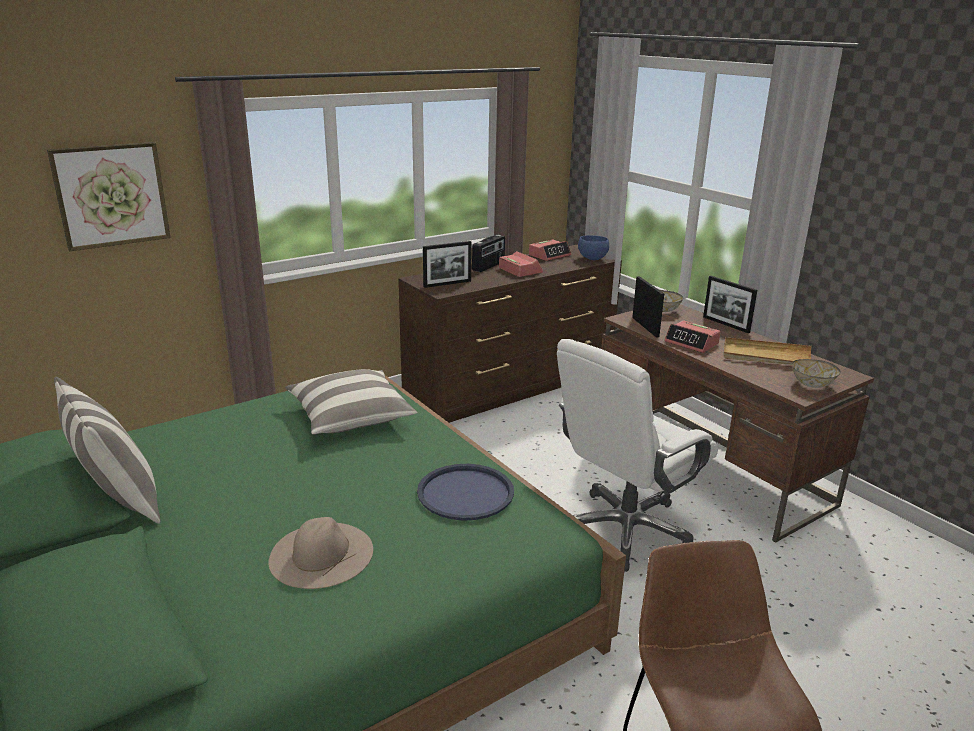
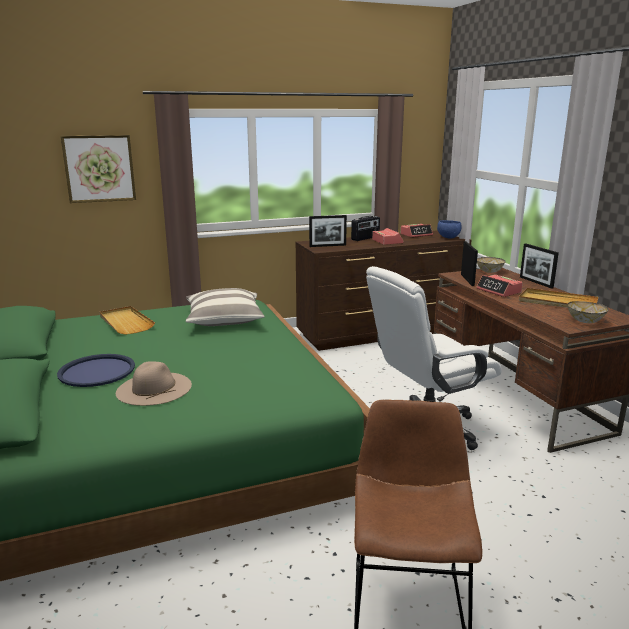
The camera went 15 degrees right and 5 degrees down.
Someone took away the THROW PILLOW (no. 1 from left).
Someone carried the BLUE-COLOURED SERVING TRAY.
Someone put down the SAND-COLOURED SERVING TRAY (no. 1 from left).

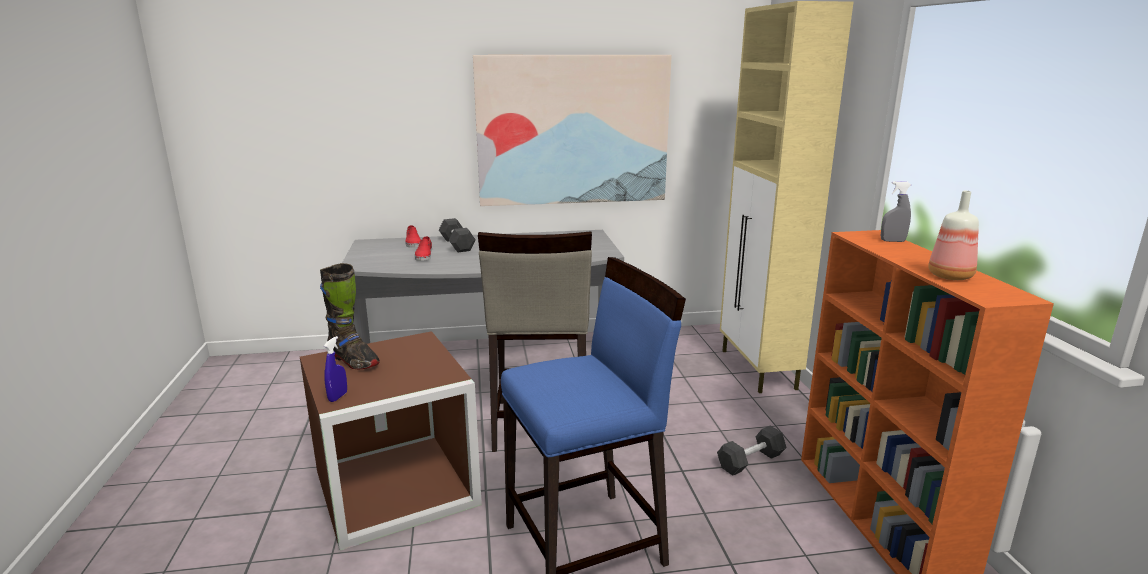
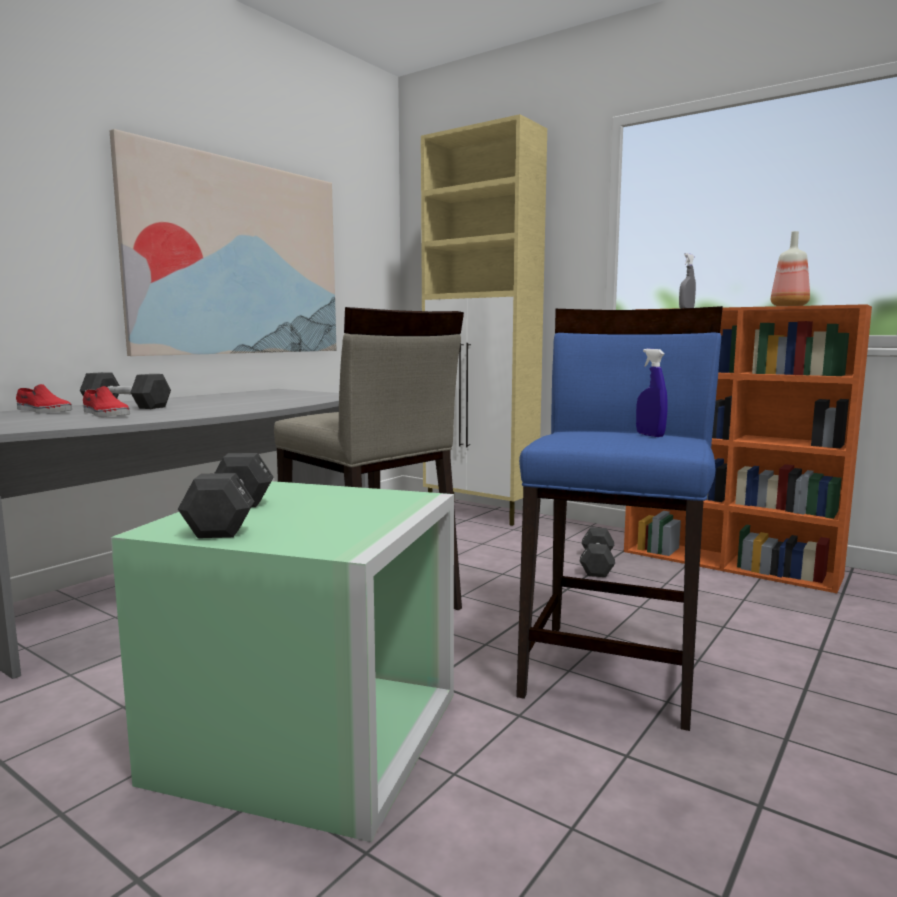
The camera went 45 degrees left and 10 degrees down.
Someone repainted the BROWNISH STORAGE BIN, which became the GREENISH STORAGE BIN.
Someone swapped the BLACK-COLOURED HIGH-TOP BOOT for the BLACK-COLOURED FREE WEIGHT (no. 2 from left).
Someone carried the BLUE-COLOURED SPRAYER.

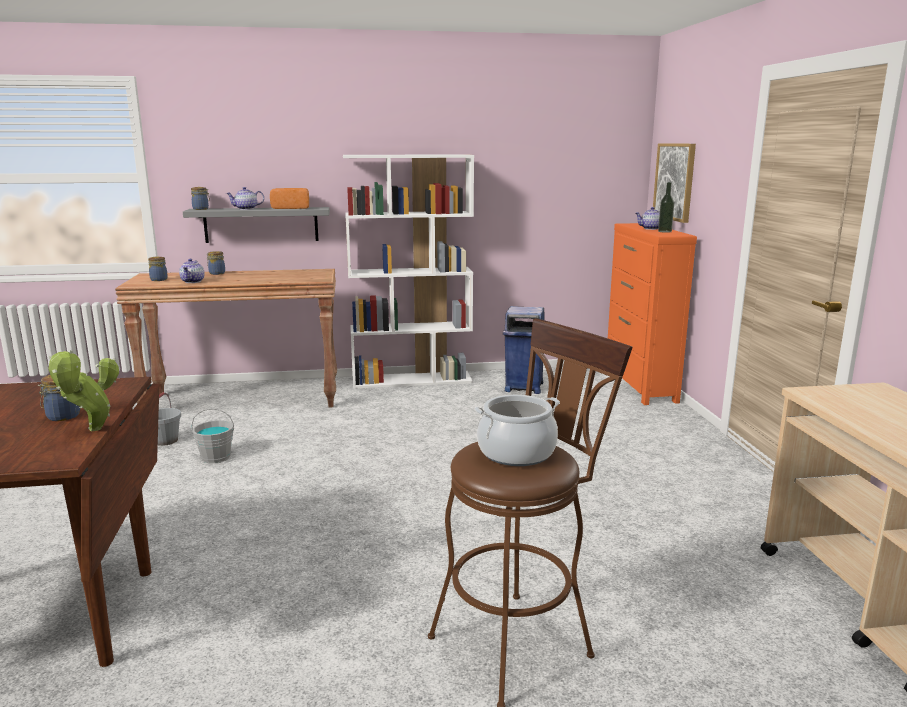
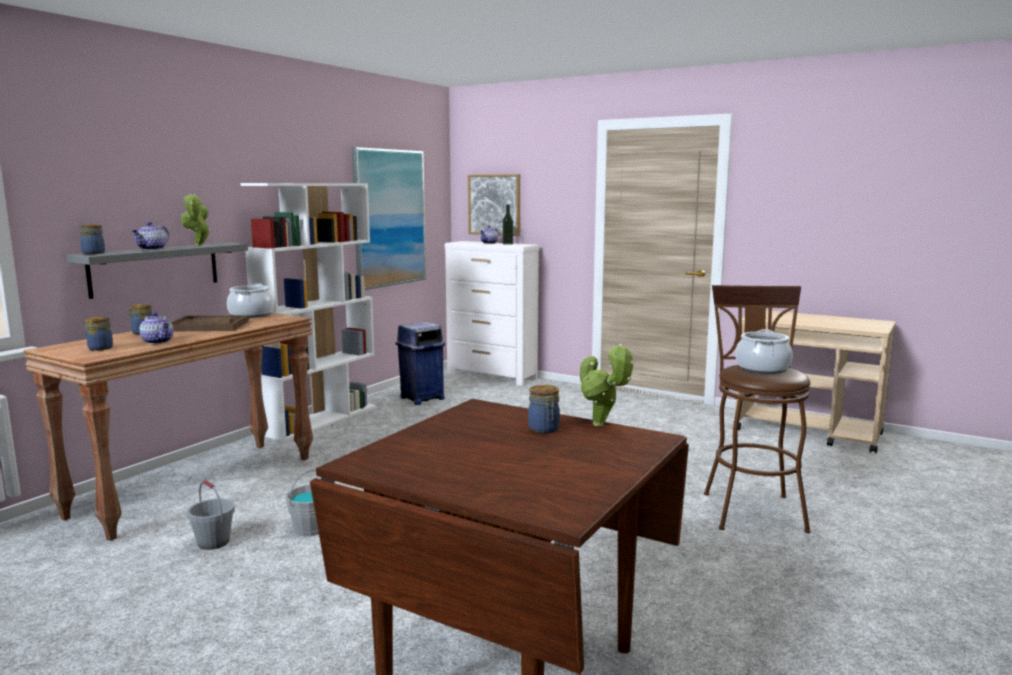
The camera went 50 degrees left and 5 degrees down.
Someone swapped the BAKERY BREAD for the PLANT IN A POT (no. 1 from left).
Someone repainted the ORANGEY CHEST OF DRAWERS, which became the WHITE CHEST OF DRAWERS.
Someone put down the BROWNISH SERVING TRAY.
Someone put down the STOCKPOT (no. 1 from left).
Someone put up the WALL PICTURE (no. 1 from left).

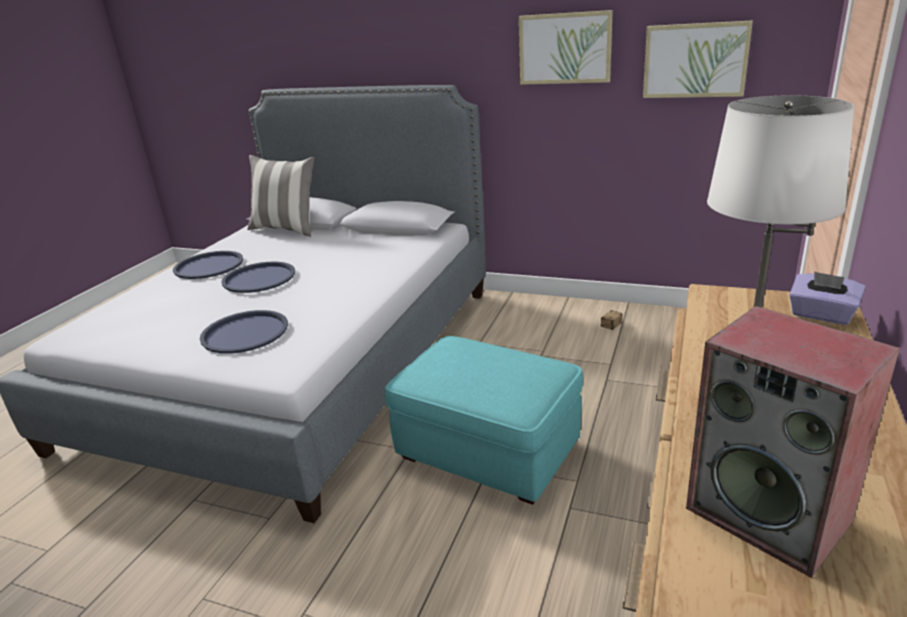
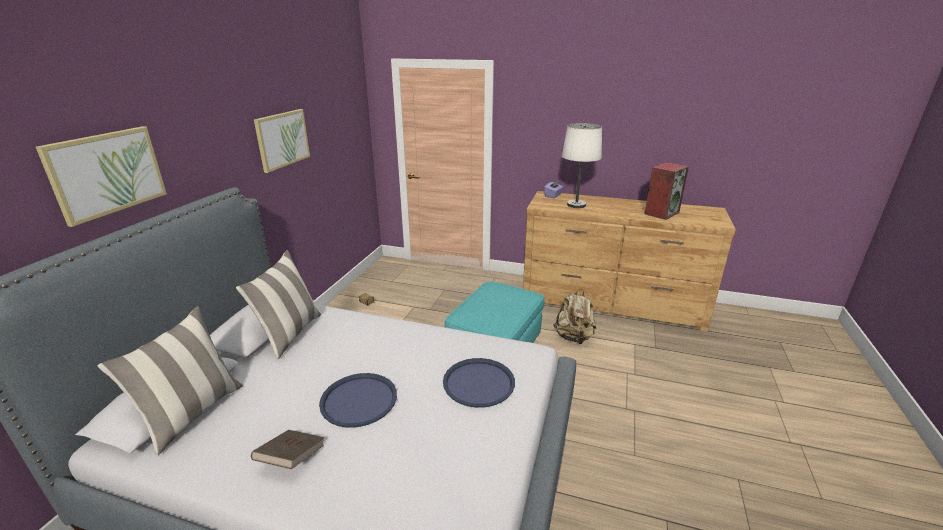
The camera went 95 degrees left and 0 degrees up.
Someone swapped the BLUE-COLOURED SERVING TRAY (no. 1 from left) for the BROWNISH BOOK.
Someone carried the WALL PICTURE (no. 2 from left in the first image).
Someone put down the THROW PILLOW (no. 2 from left).
Someone put down the SAND-COLOURED RUCKSACK.

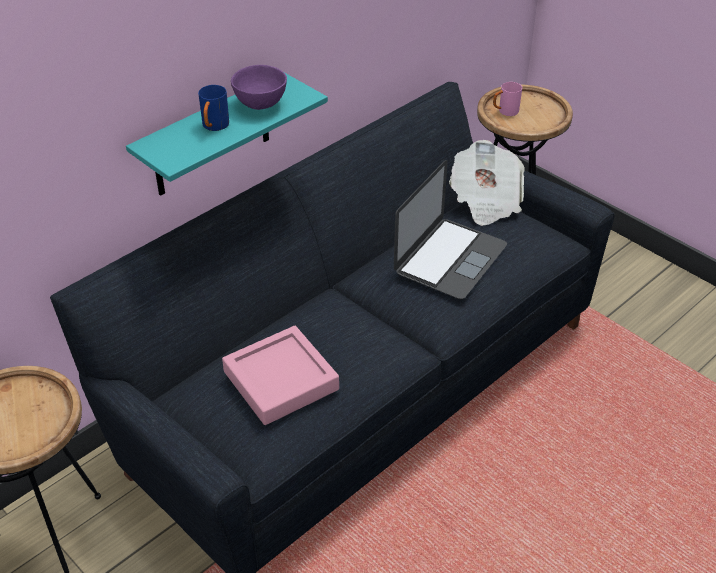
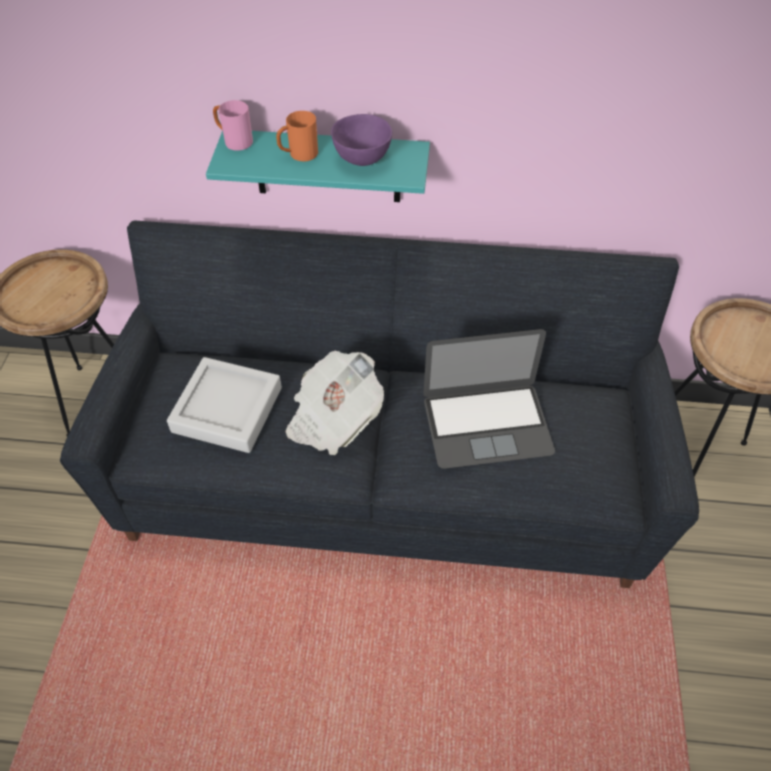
The camera went 50 degrees right and 10 degrees up.
Someone repainted the BLUE-COLOURED MUG, which became the ORANGEY MUG.
Someone repainted the PINK-COLOURED SERVING TRAY, which became the GREY SERVING TRAY.
Someone carried the PRINTED PAPER.
Someone carried the PINK-COLOURED MUG.

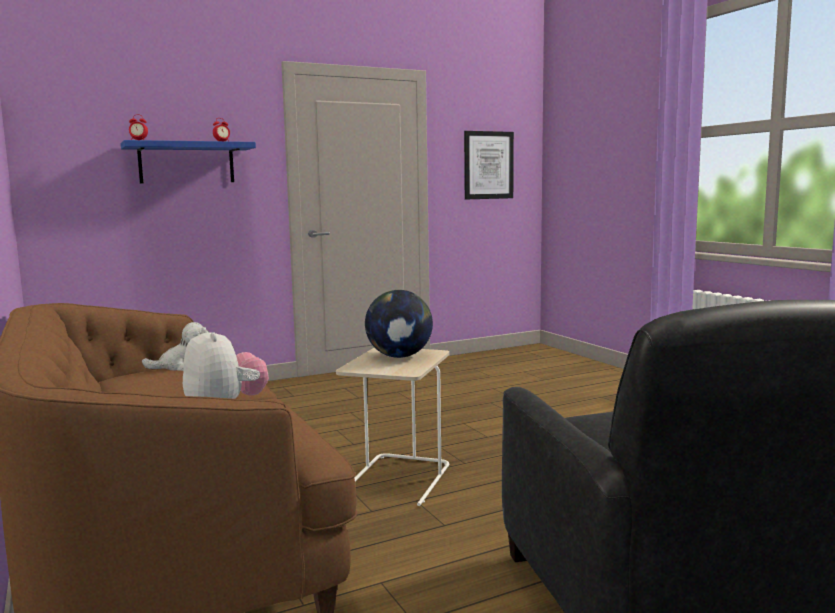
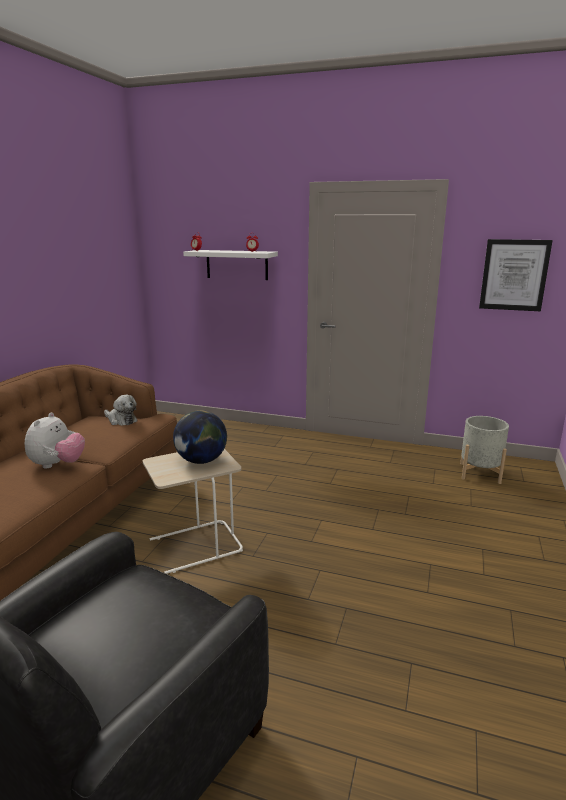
The camera went 45 degrees right and 10 degrees up.
Someone repainted the BLUE-COLOURED WALL SHELF, which became the WHITE WALL SHELF.
Someone put down the GREY PLANT POT.

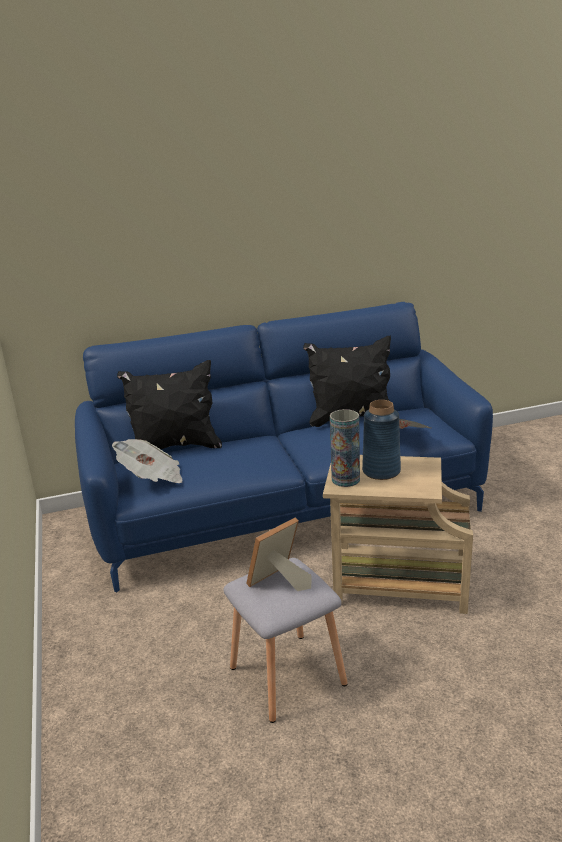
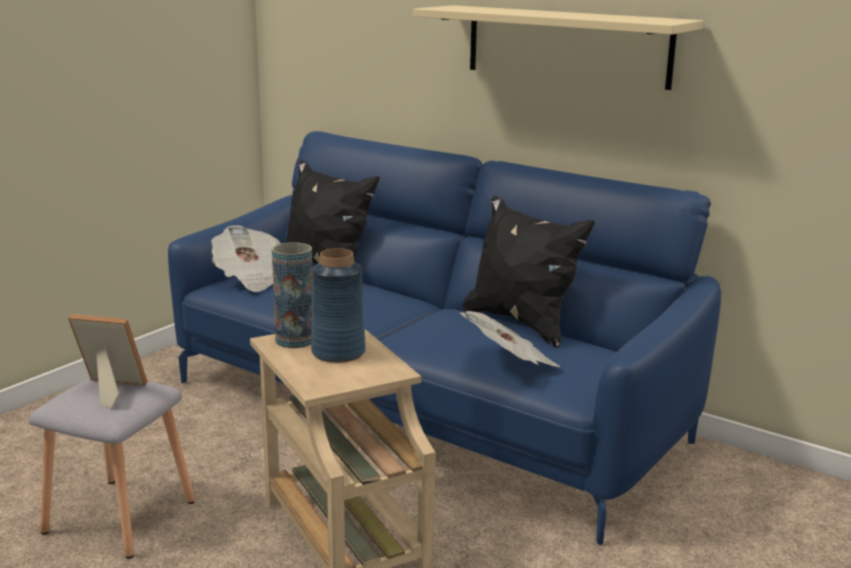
The camera went 50 degrees right and 5 degrees down.
Someone put up the SAND-COLOURED WALL SHELF.

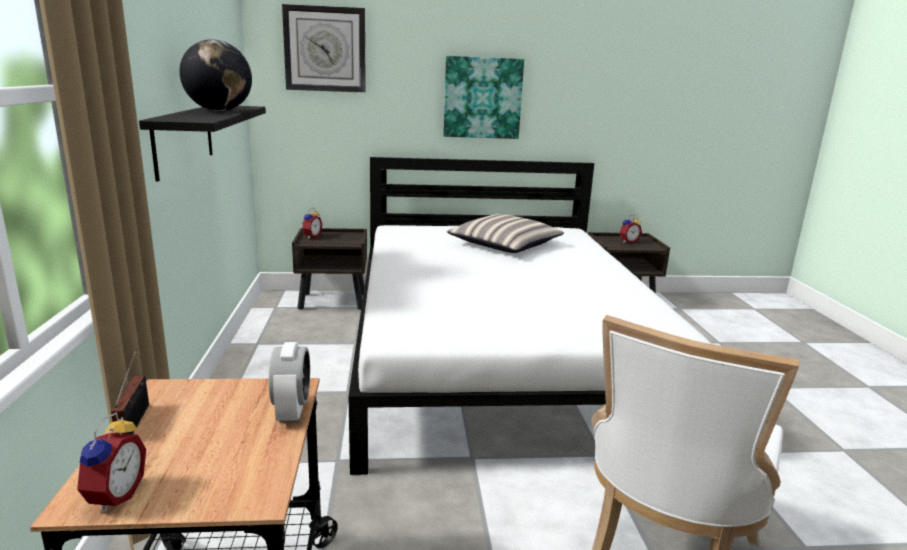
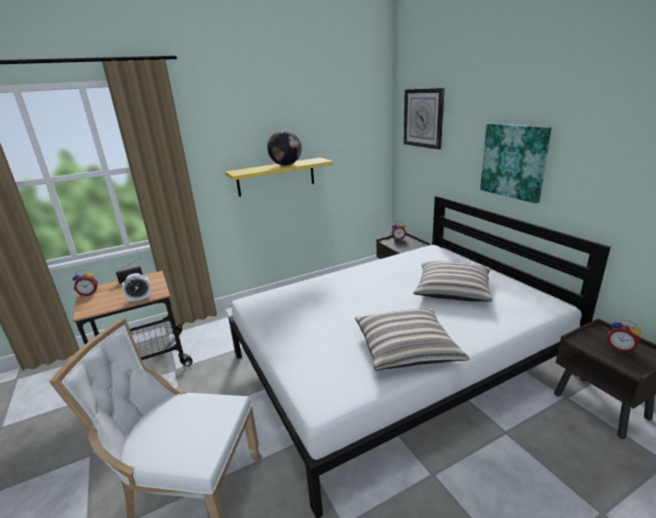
The camera went 70 degrees right and 5 degrees up.
Someone repainted the BLACK-COLOURED WALL SHELF, which became the YELLOWISH WALL SHELF.
Someone put down the THROW PILLOW (no. 1 from left).

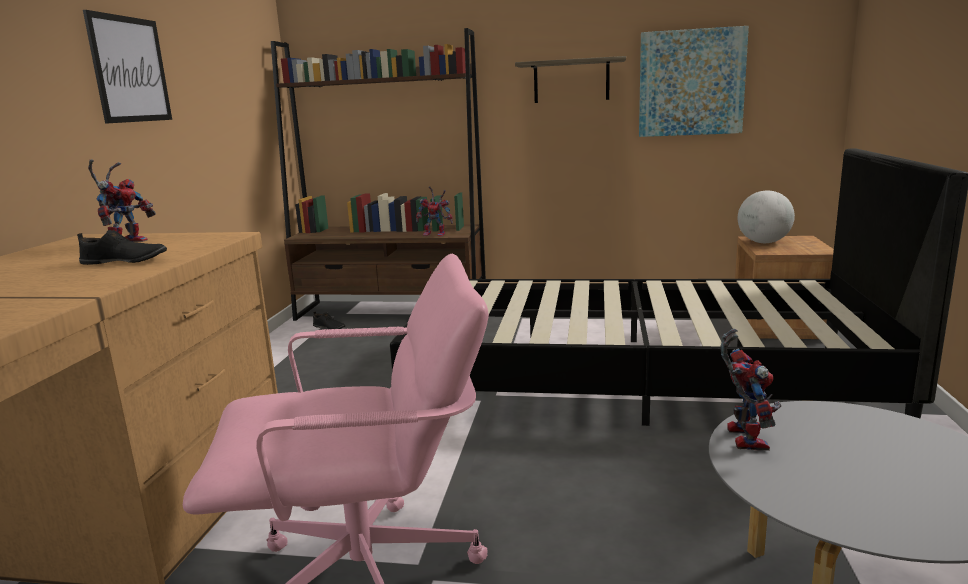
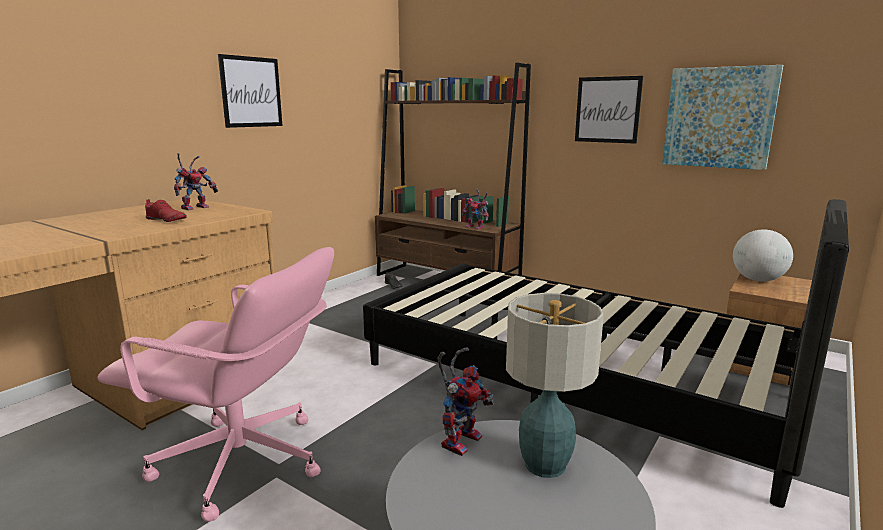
The camera went 25 degrees right and 0 degrees up.
Someone repainted the BLACK-COLOURED ITEM OF FOOTWEAR (no. 1 from left), which became the RED-COLOURED ITEM OF FOOTWEAR.
Someone swapped the WALL SHELF for the WALL PICTURE (no. 2 from left).
Someone put down the LAMP FOR A TABLE.

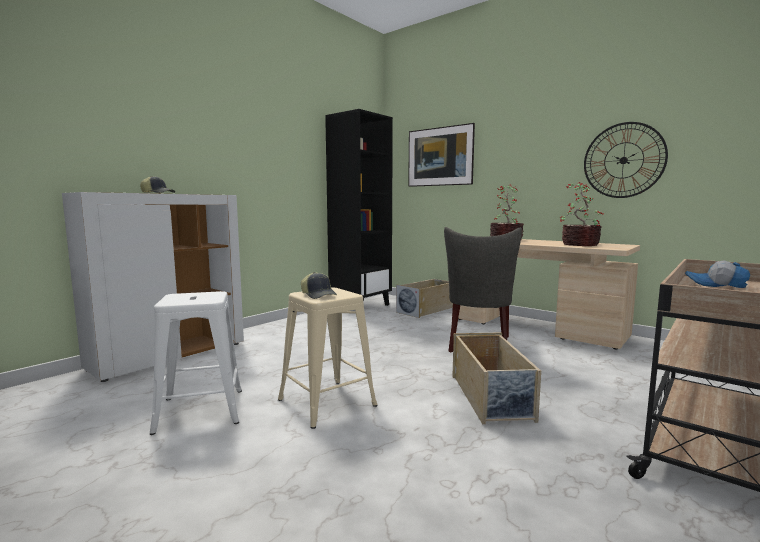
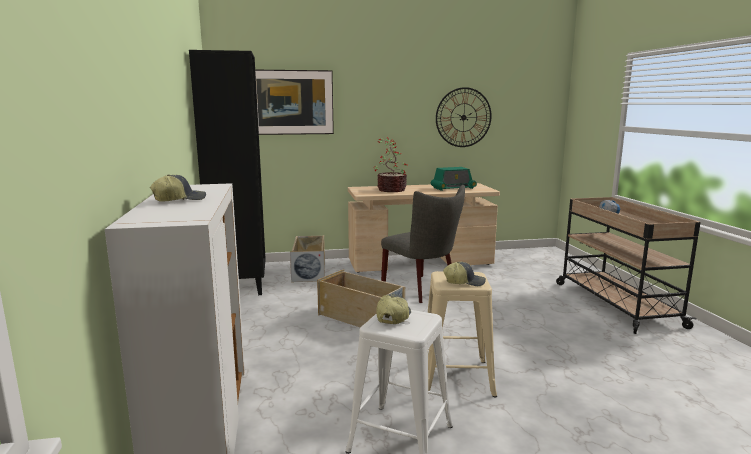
The camera went 50 degrees left and 5 degrees up.
Someone carried the SAND-COLOURED STORAGE BIN (no. 2 from left).
Someone swapped the PLANT IN A POT (no. 2 from left) for the RADIO RECEIVER.
Someone put down the BASEBALL CAP (no. 2 from left).

